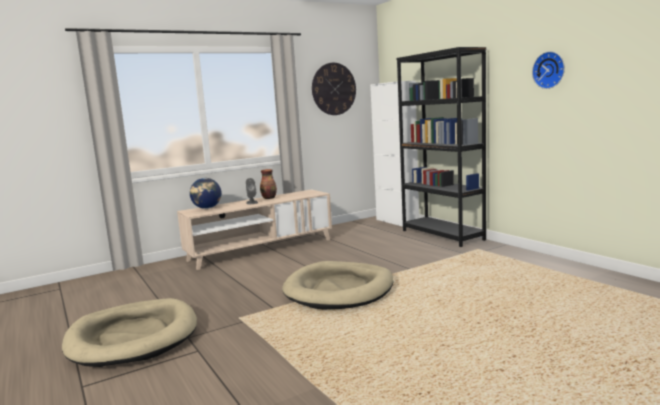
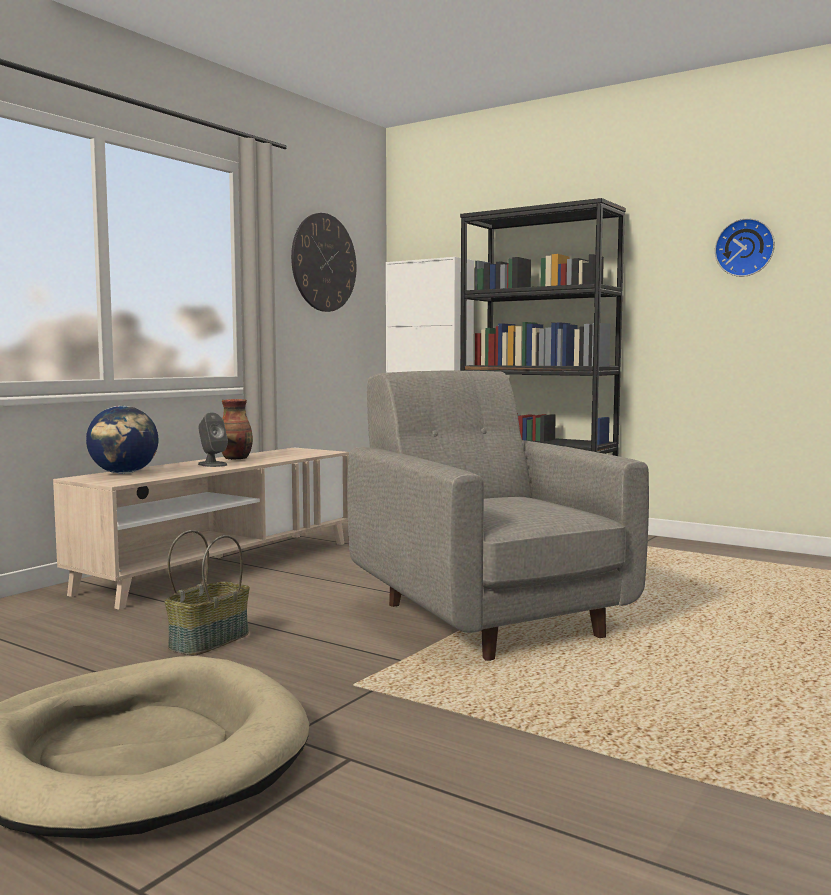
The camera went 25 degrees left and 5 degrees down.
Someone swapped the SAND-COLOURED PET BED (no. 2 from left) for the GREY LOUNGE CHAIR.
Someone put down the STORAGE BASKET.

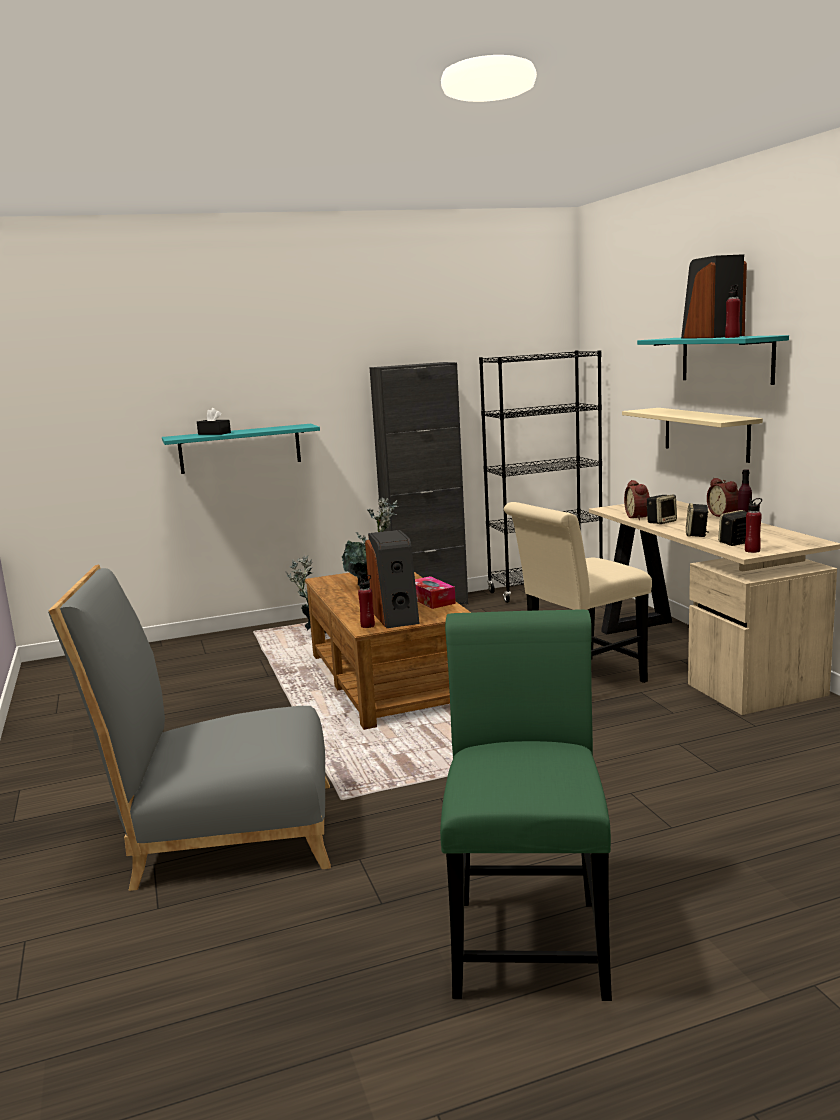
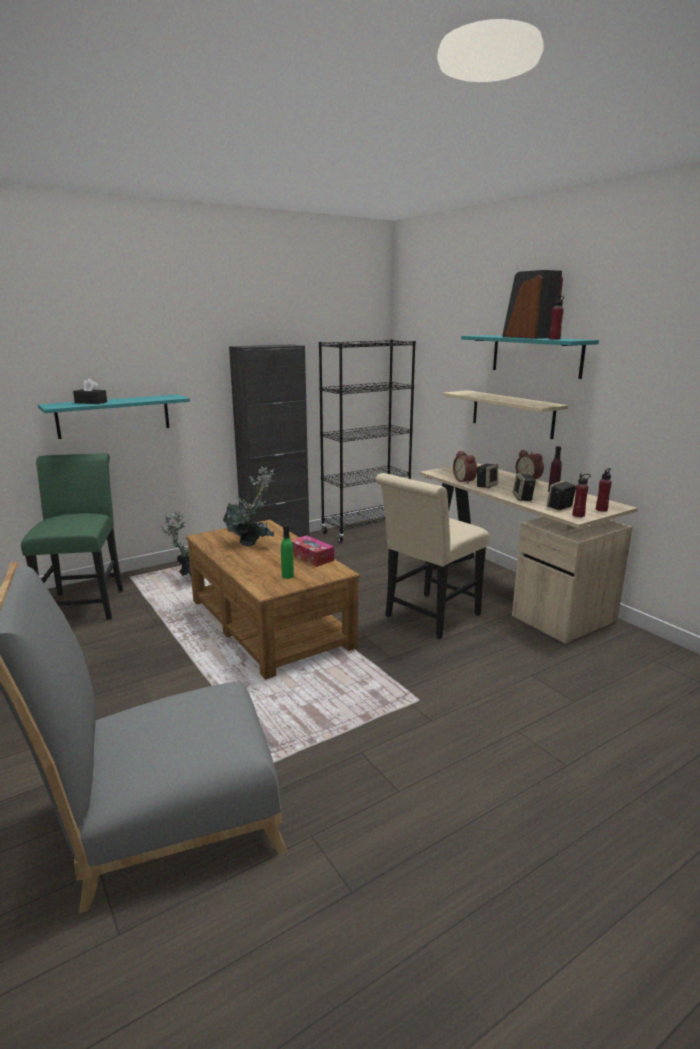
The camera went 15 degrees left and 5 degrees up.
Someone carried the RED-COLOURED BOTTLE (no. 1 from left in the first image).
Someone swapped the SPEAKER (no. 1 from left) for the GREENISH BOTTLE.
Someone carried the GREENISH CHAIR.

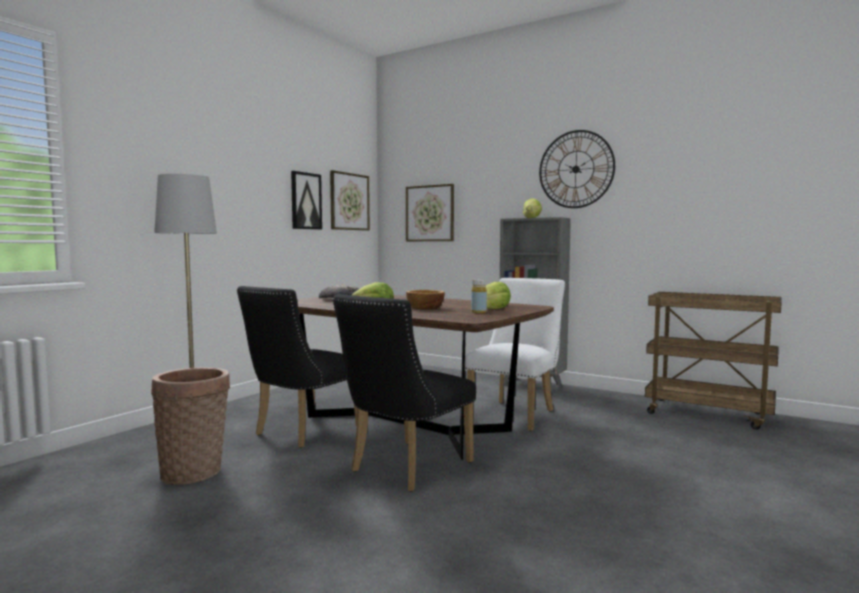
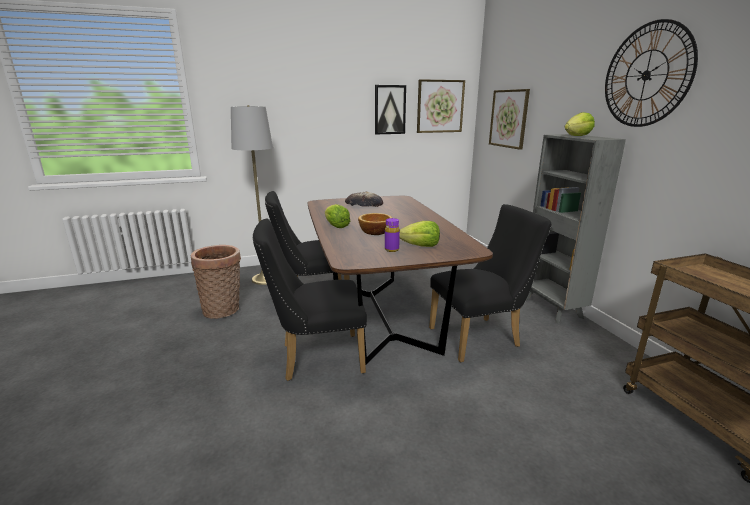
The camera went 40 degrees right and 15 degrees up.
Someone repainted the WHITE CHAIR, which became the BLACK-COLOURED CHAIR (no. 3 from left).
Someone repainted the YELLOWISH BOTTLE, which became the PURPLE-COLOURED BOTTLE.

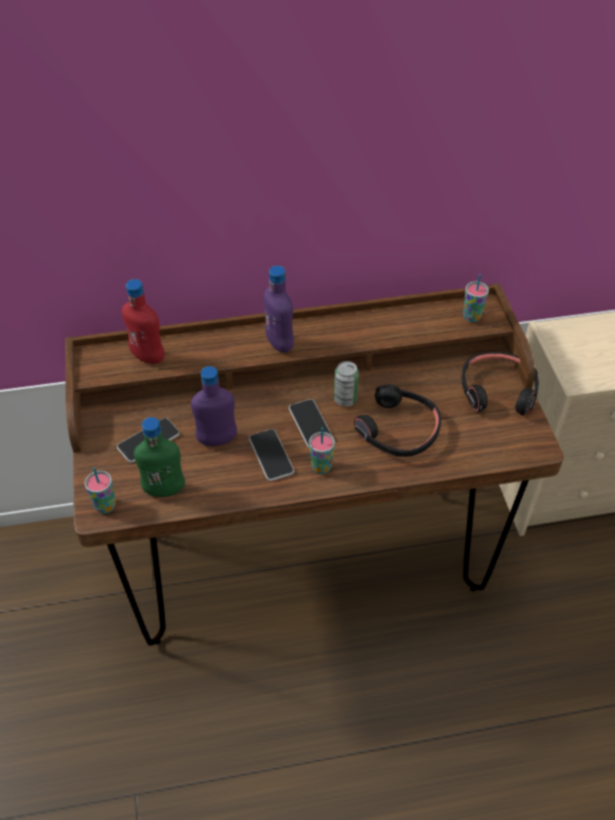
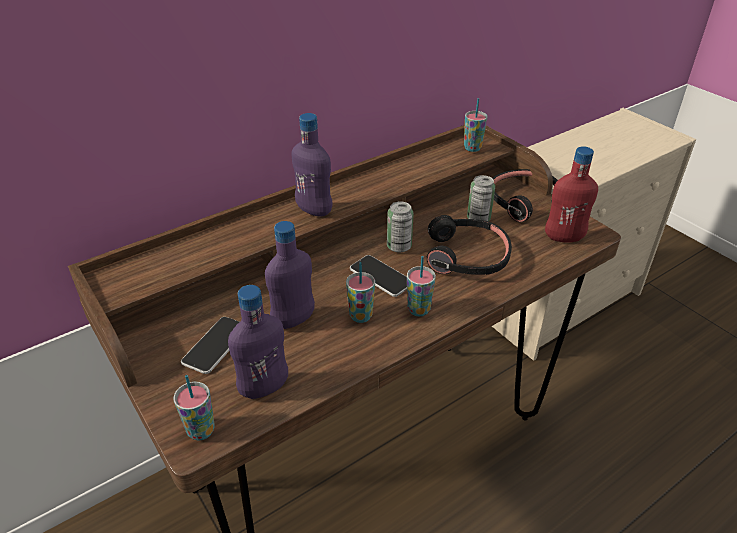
The camera went 25 degrees left and 10 degrees down.
Someone carried the RED-COLOURED BOTTLE.
Someone repainted the GREENISH BOTTLE, which became the PURPLE-COLOURED BOTTLE (no. 1 from left).
Someone swapped the PHONE (no. 2 from left) for the DRINKING CUP (no. 2 from left).
Someone put down the METAL CAN (no. 2 from left).

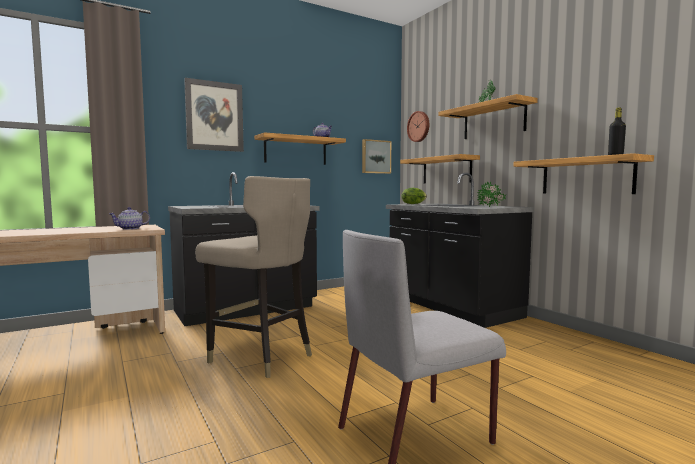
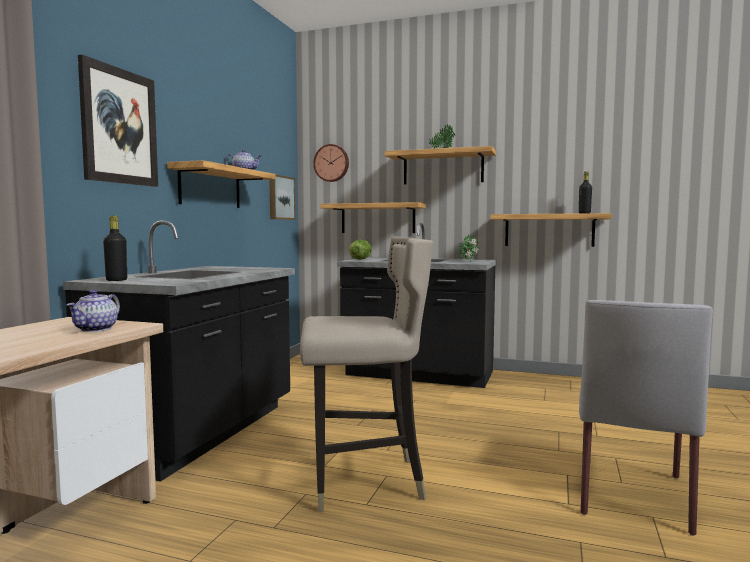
The camera went 40 degrees left and 0 degrees up.
Someone put down the BLACK-COLOURED BOTTLE (no. 1 from left).

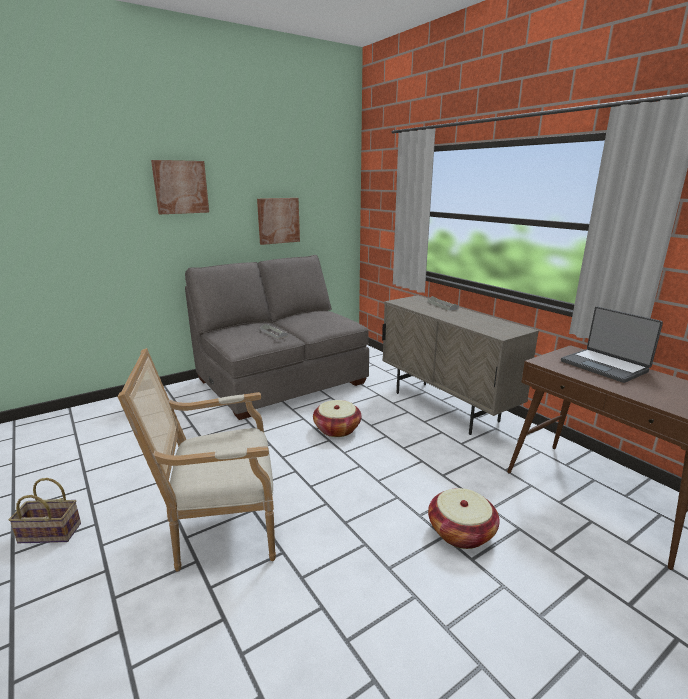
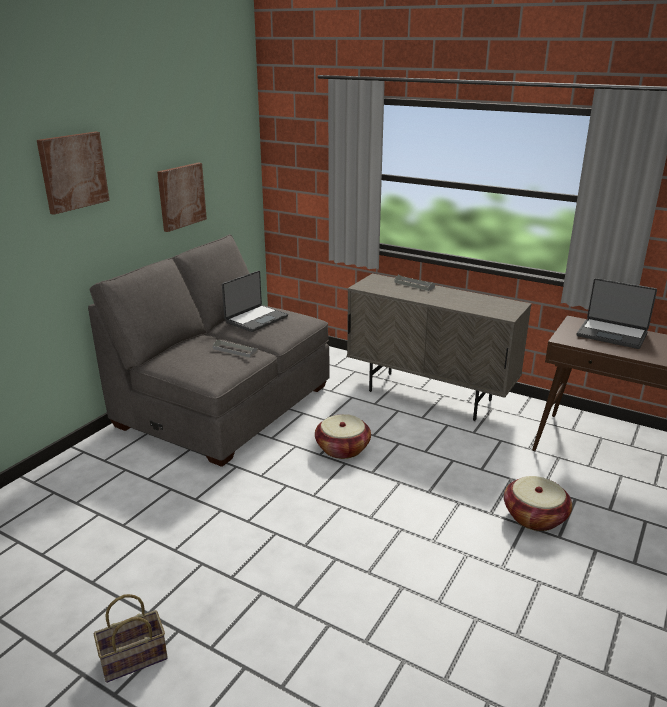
The camera went 25 degrees left and 5 degrees up.
Someone took away the LOUNGE CHAIR.
Someone put down the PORTABLE COMPUTER (no. 1 from left).

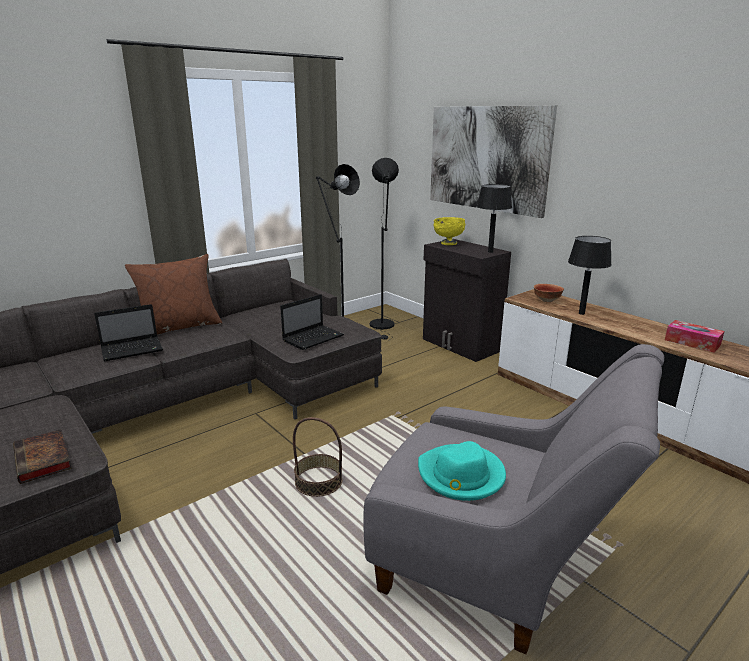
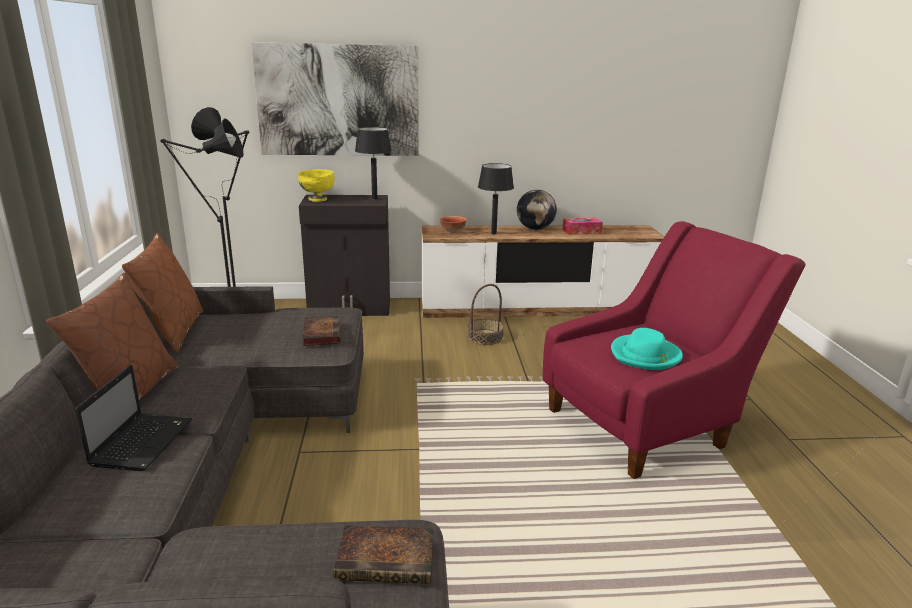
The camera went 55 degrees left and 0 degrees up.
Someone swapped the PORTABLE COMPUTER (no. 2 from left) for the BOOK (no. 1 from left).
Someone carried the STORAGE BASKET.
Someone repainted the GREY LOUNGE CHAIR, which became the RED-COLOURED LOUNGE CHAIR.
Someone put down the BROWNISH THROW PILLOW (no. 2 from left).
Someone put down the GLOBE.

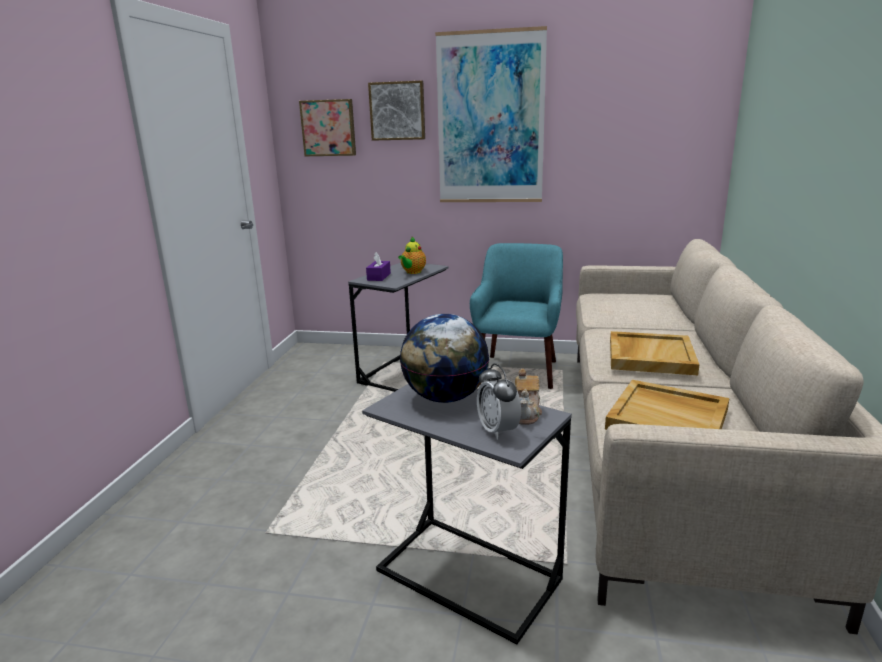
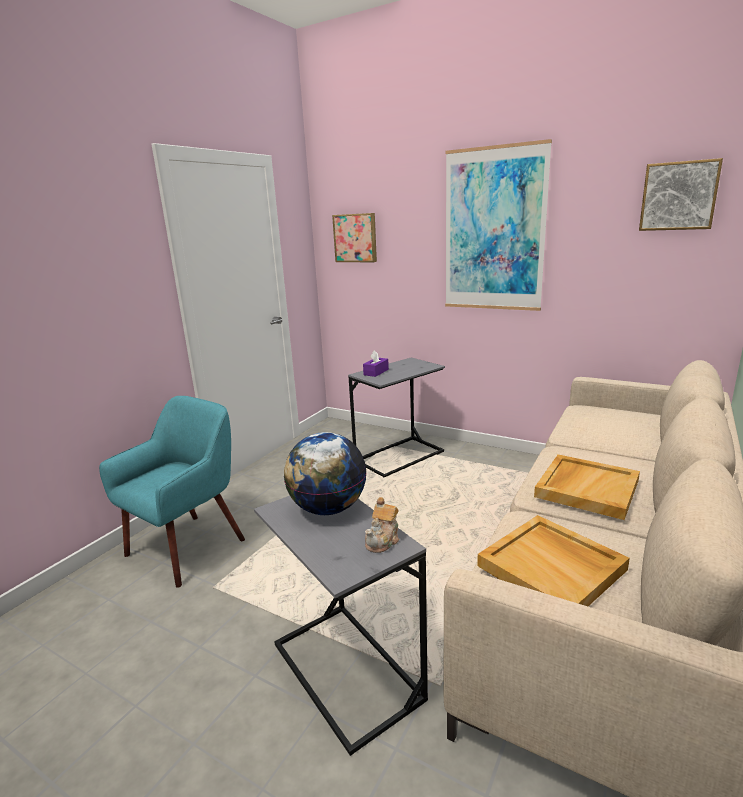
The camera went 20 degrees right and 0 degrees up.
Someone carried the WALL PICTURE (no. 2 from left in the first image).
Someone took away the TEAPOT (no. 1 from left).
Someone carried the TURQUOISE-COLOURED LOUNGE CHAIR.
Someone took away the ALARM CLOCK.

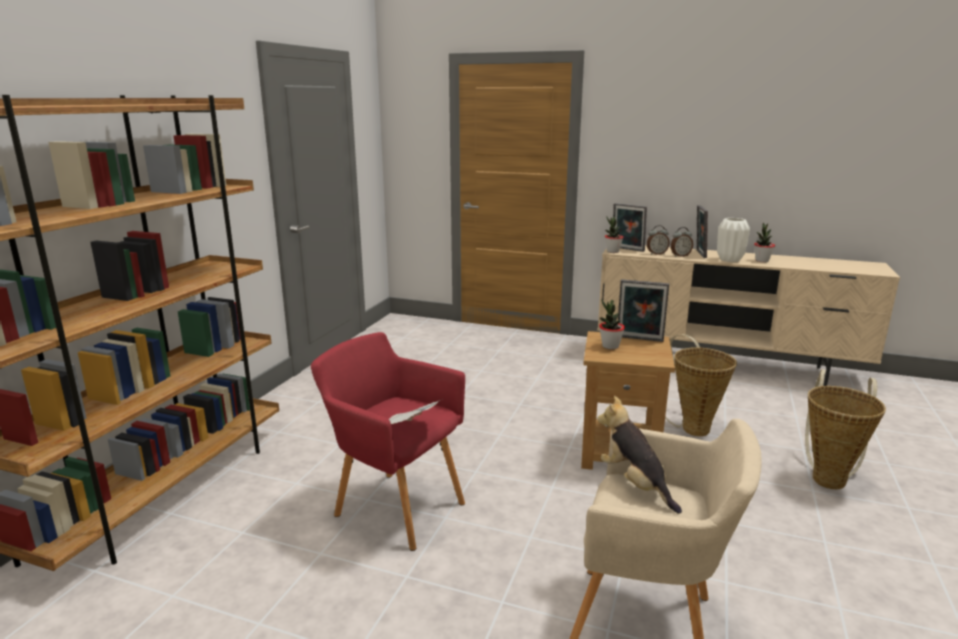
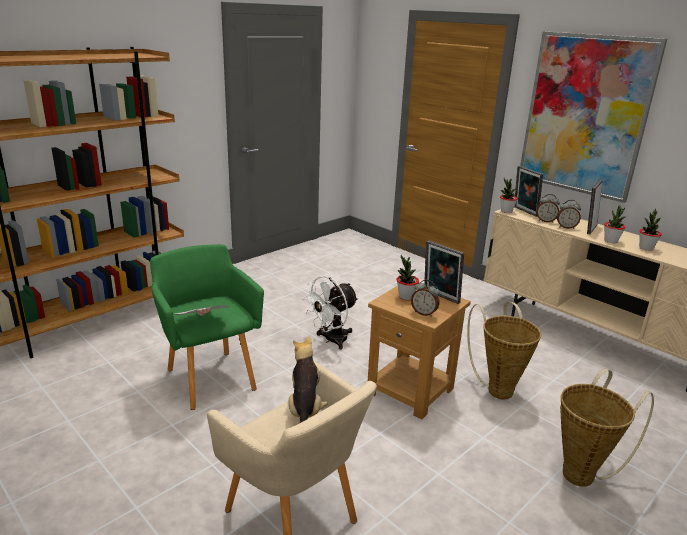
The camera went 25 degrees right and 5 degrees up.
Someone repainted the RED-COLOURED LOUNGE CHAIR, which became the GREENISH LOUNGE CHAIR.
Someone swapped the WHITE FLOWER VASE for the PLANT IN A POT (no. 3 from left).
Someone put down the WHITE ELECTRIC FAN.
Someone put down the ALARM CLOCK (no. 1 from left).
Someone put up the WALL PICTURE.

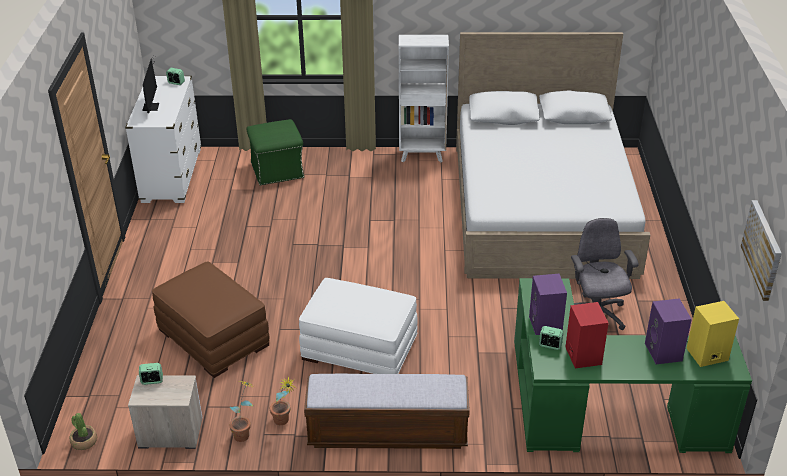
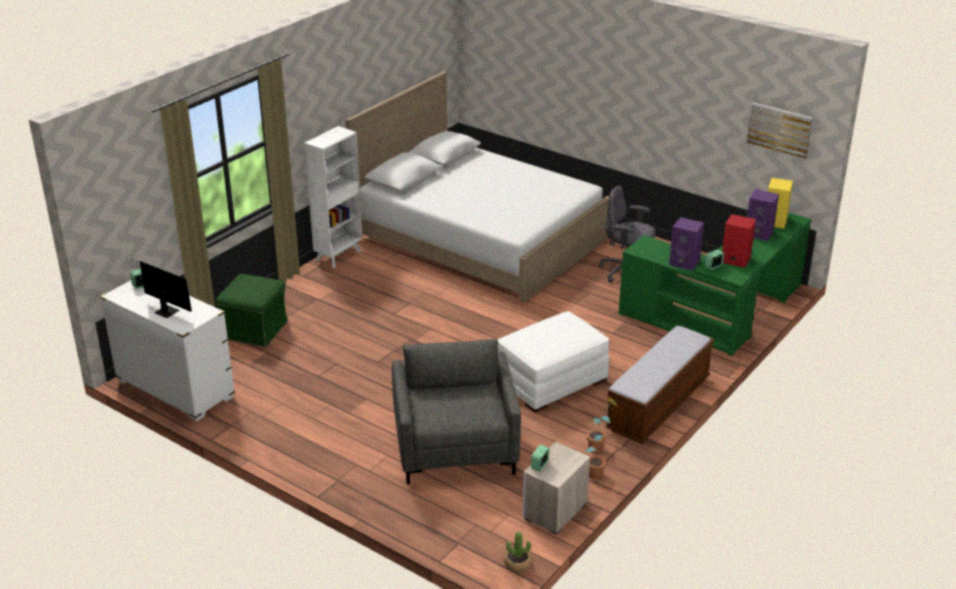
The camera went 55 degrees left and 5 degrees down.
Someone swapped the BROWNISH FOOTREST for the GREY LOUNGE CHAIR.

